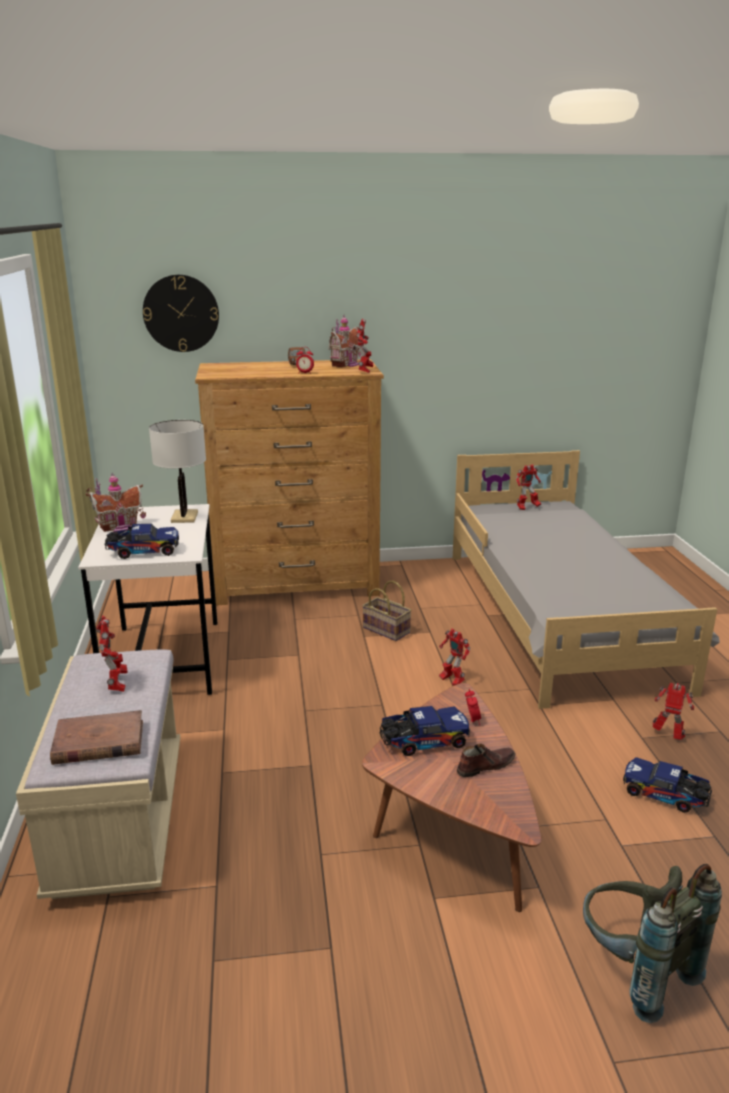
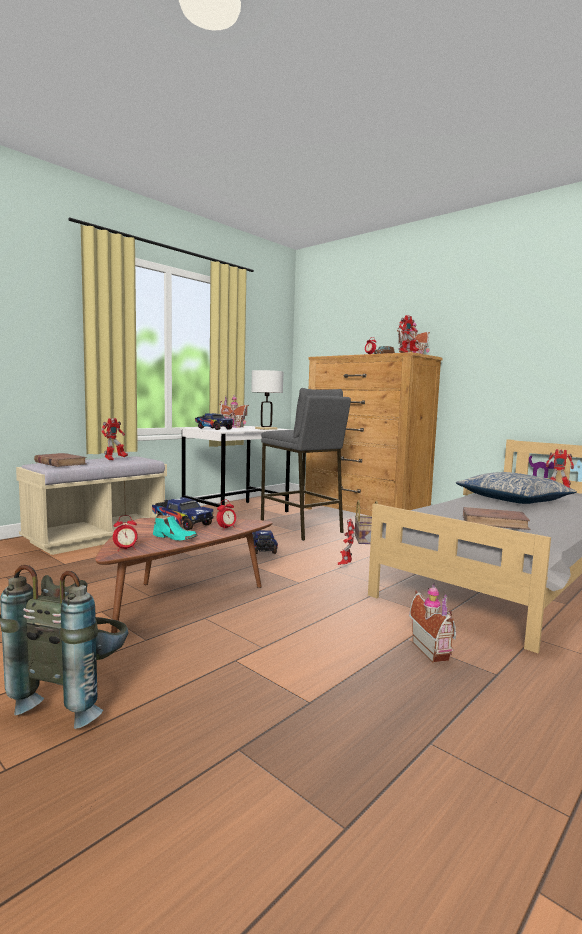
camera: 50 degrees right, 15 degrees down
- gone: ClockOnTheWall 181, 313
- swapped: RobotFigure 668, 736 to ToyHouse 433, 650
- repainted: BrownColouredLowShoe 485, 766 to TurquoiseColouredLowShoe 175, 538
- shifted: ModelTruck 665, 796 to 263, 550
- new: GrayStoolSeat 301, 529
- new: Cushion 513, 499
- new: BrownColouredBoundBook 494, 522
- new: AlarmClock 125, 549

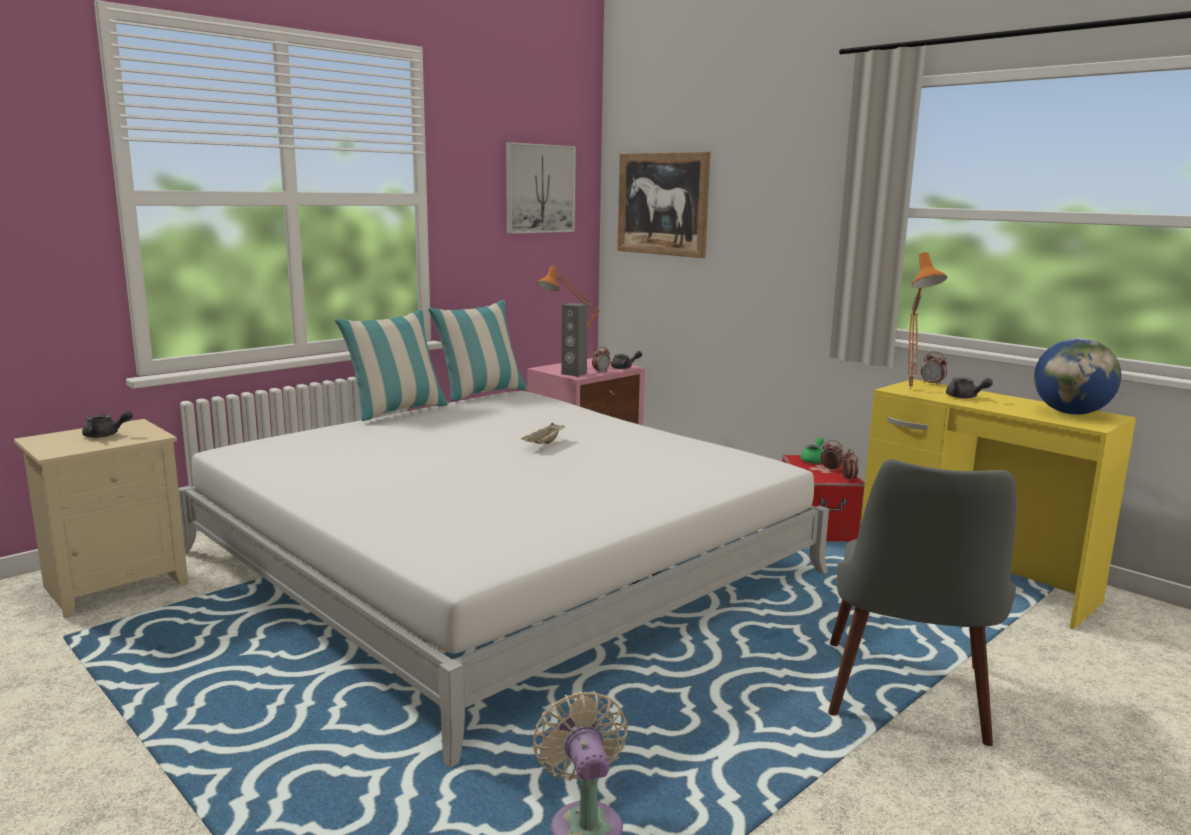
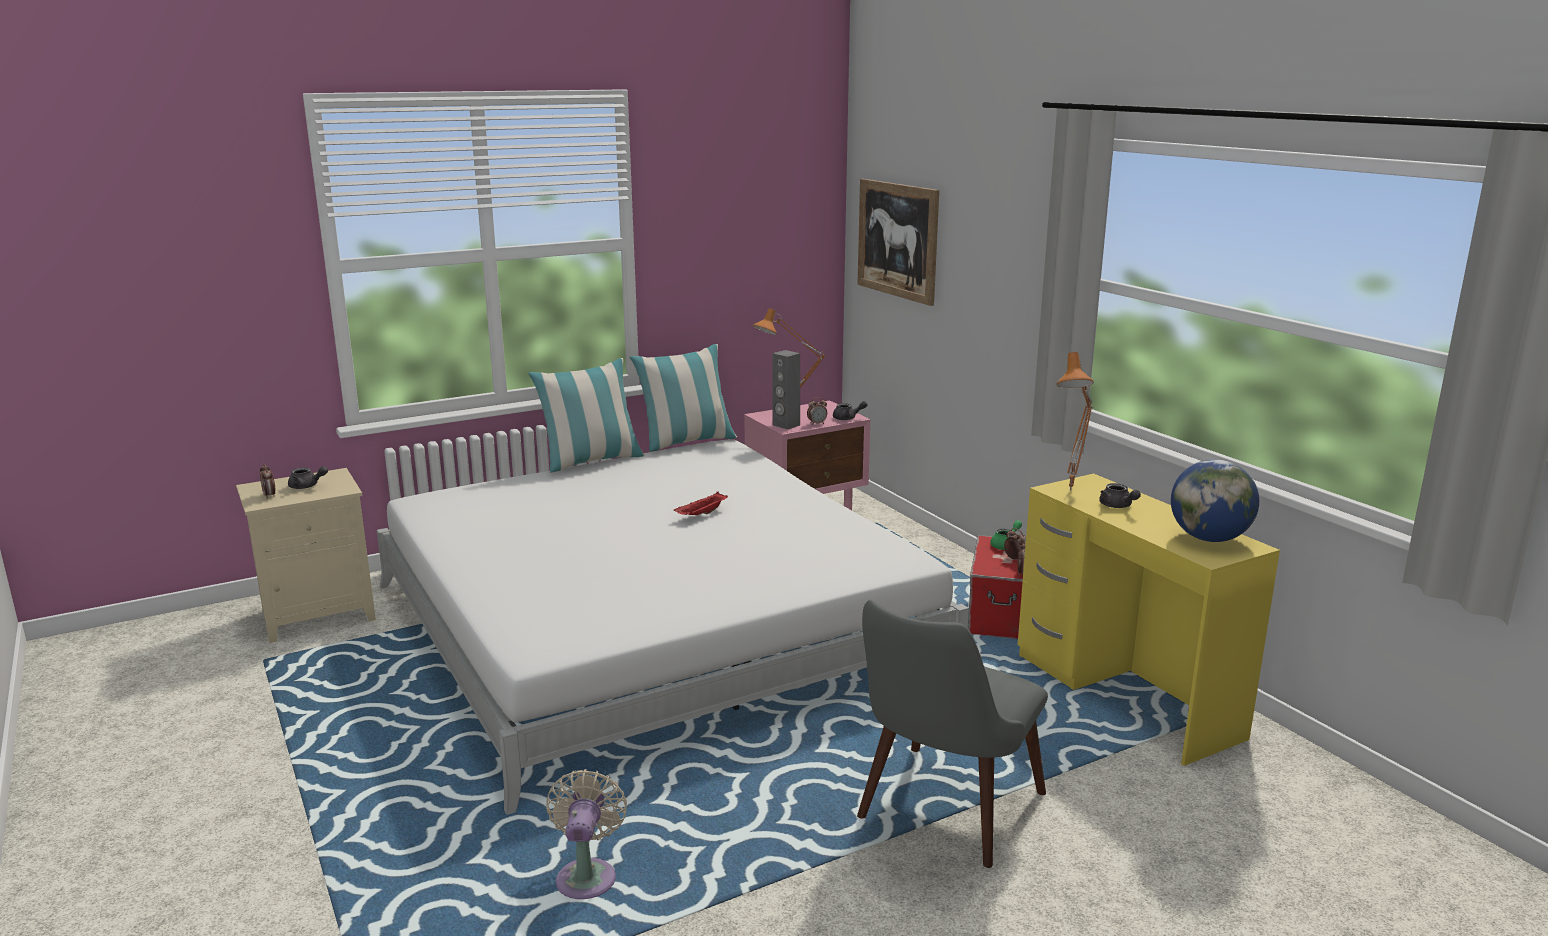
camera: 15 degrees right, 5 degrees up
- gone: WallPicture 539, 188
- shifted: AlarmClock 932, 384 to 269, 496
- repainted: BeigeColouredCarryingTray 544, 444 to RedCarryingTray 701, 514

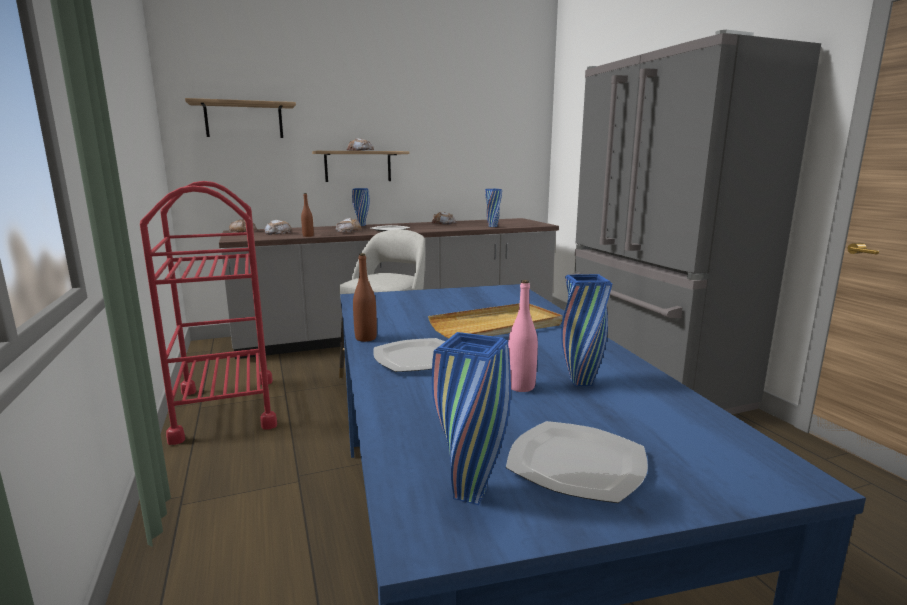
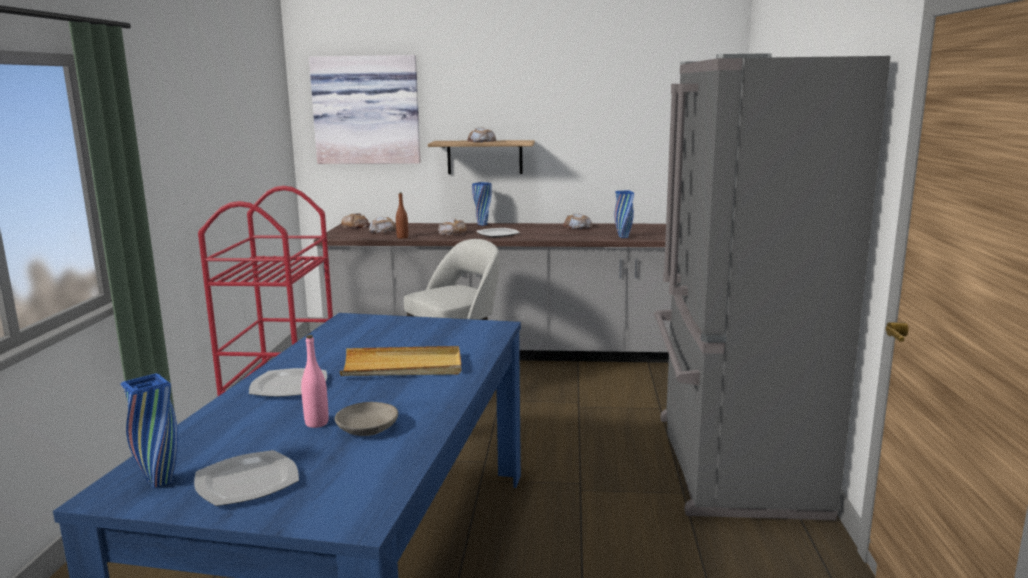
camera: 25 degrees right, 0 degrees up
- swapped: Shelf 244, 120 to WallPicture 367, 110
- gone: BrownColouredBeverageBottle 366, 338
- swapped: BlueColouredFlowerVase 581, 382 to GrayServingBowl 366, 428

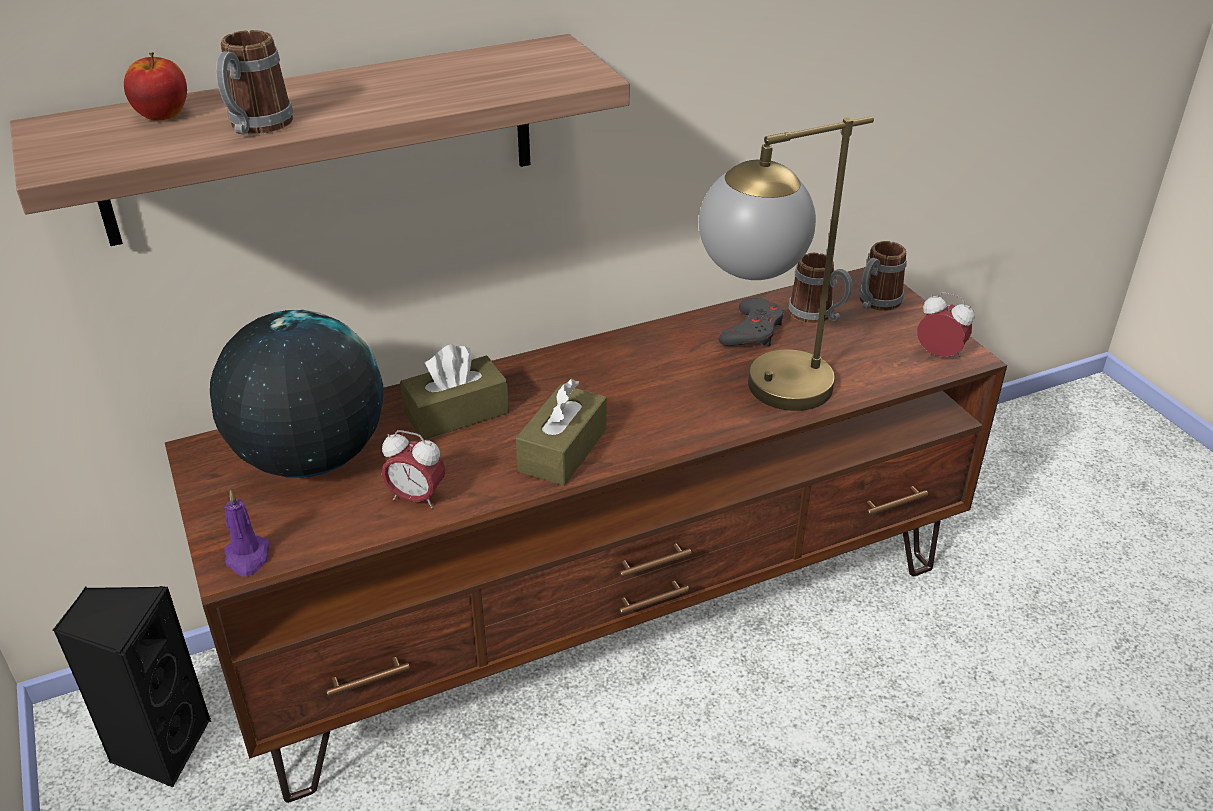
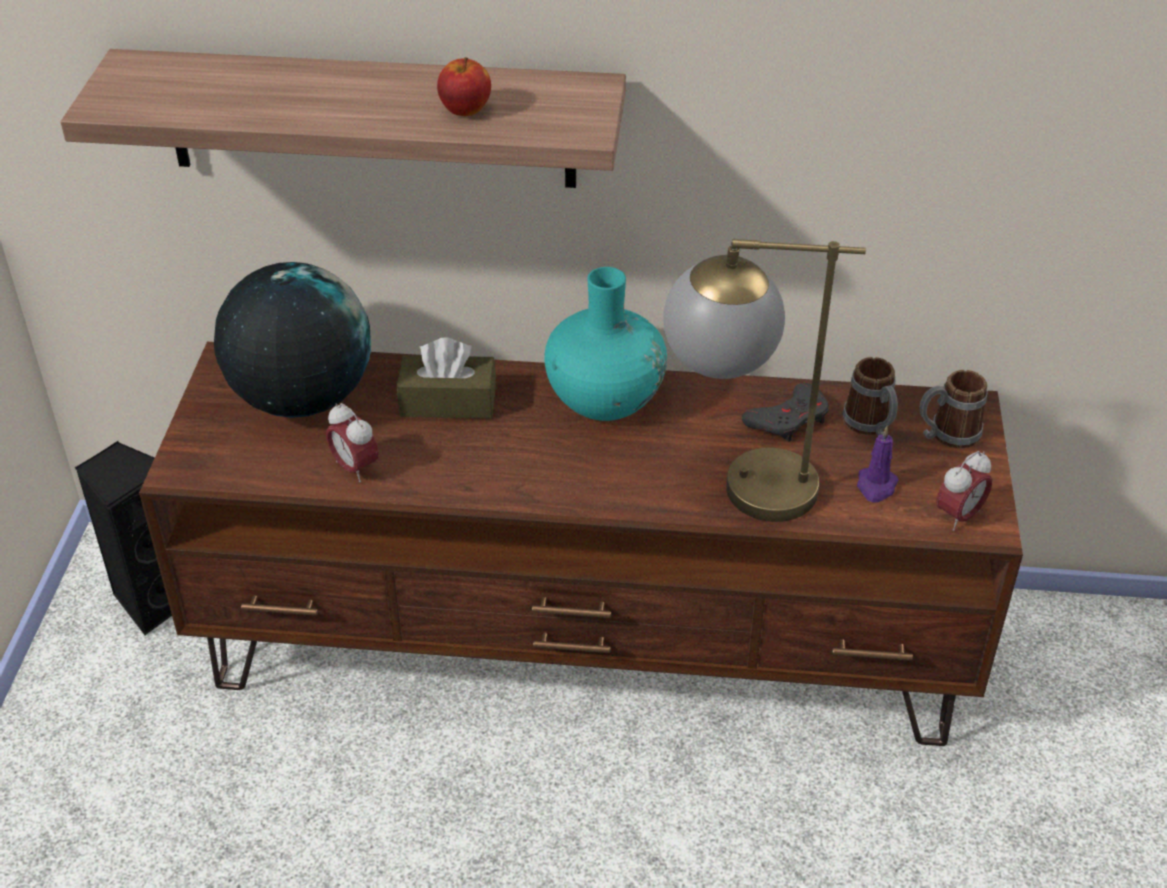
camera: 30 degrees right, 5 degrees up
- gone: TeaMug 256, 127
- shifted: AppleFruit 162, 115 to 465, 110
- rotated: AlarmClock 939, 355 = 958, 516 75 degrees clockwise
- gone: BrownColouredTissueHolder 562, 450
- shifted: PurpleWaxLight 247, 557 to 876, 486
- new: TurquoiseColouredFlowerVase 604, 399

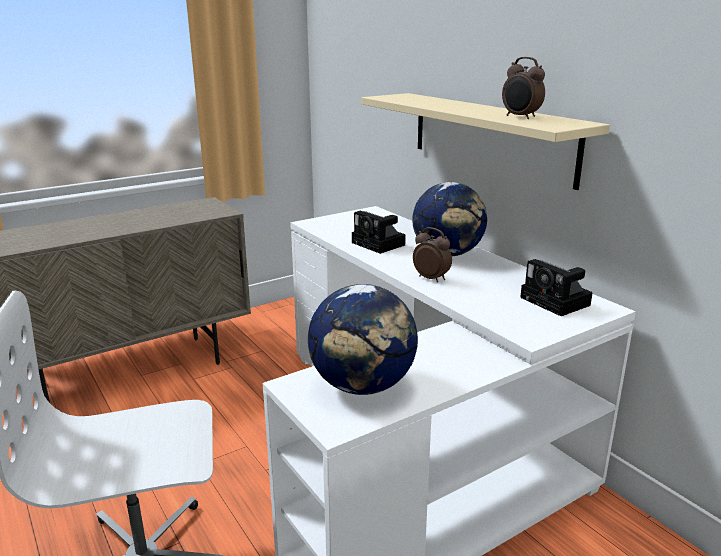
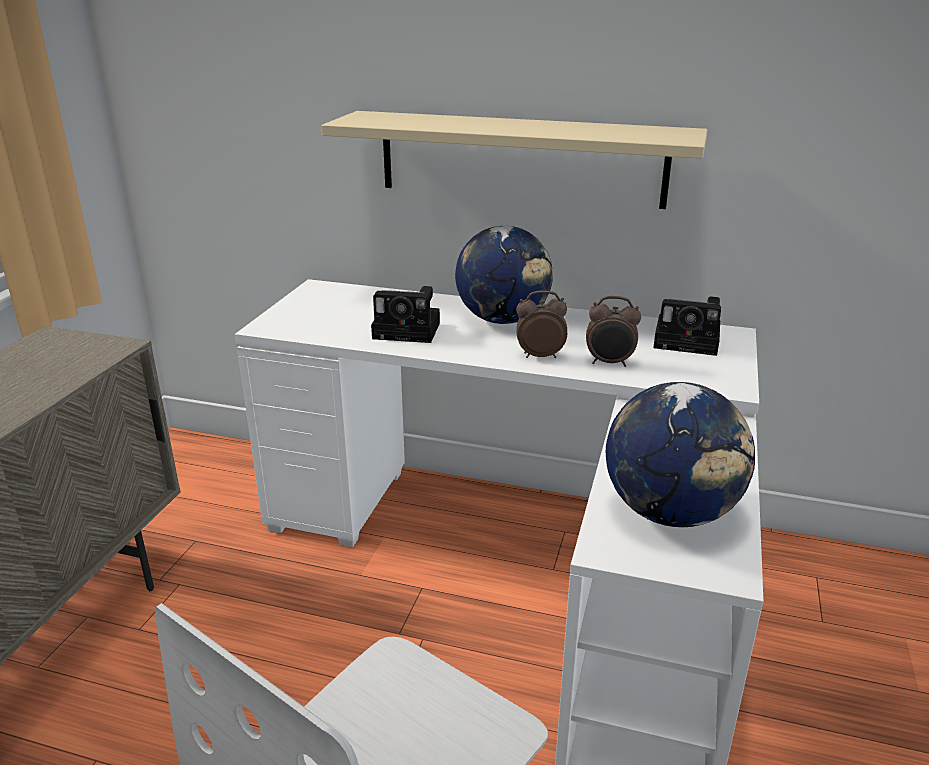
camera: 40 degrees left, 5 degrees up
- shifted: AlarmClock 520, 117 to 609, 363

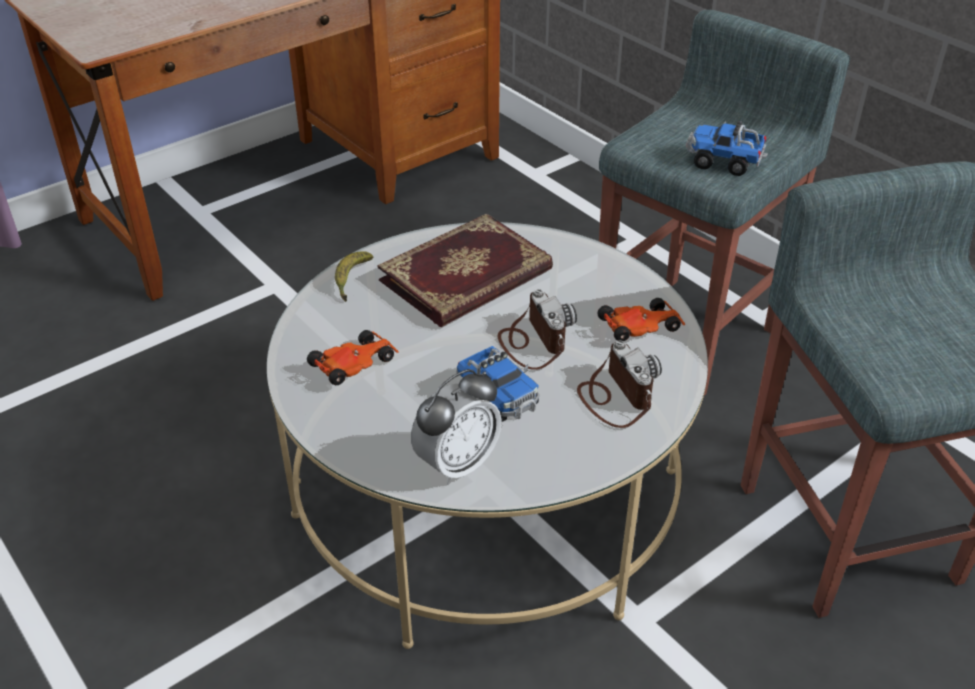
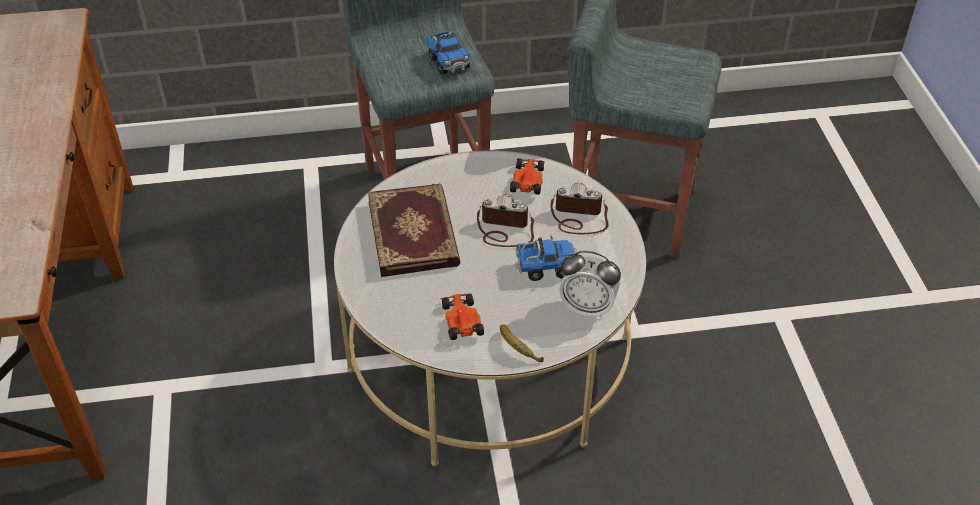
camera: 60 degrees left, 5 degrees up
- rotated: ModelTruck 724, 162 = 448, 62 75 degrees counterclockwise
- shifted: WholeBanana 351, 280 to 517, 349
- rotated: AlarmClock 457, 464 = 587, 307 120 degrees clockwise

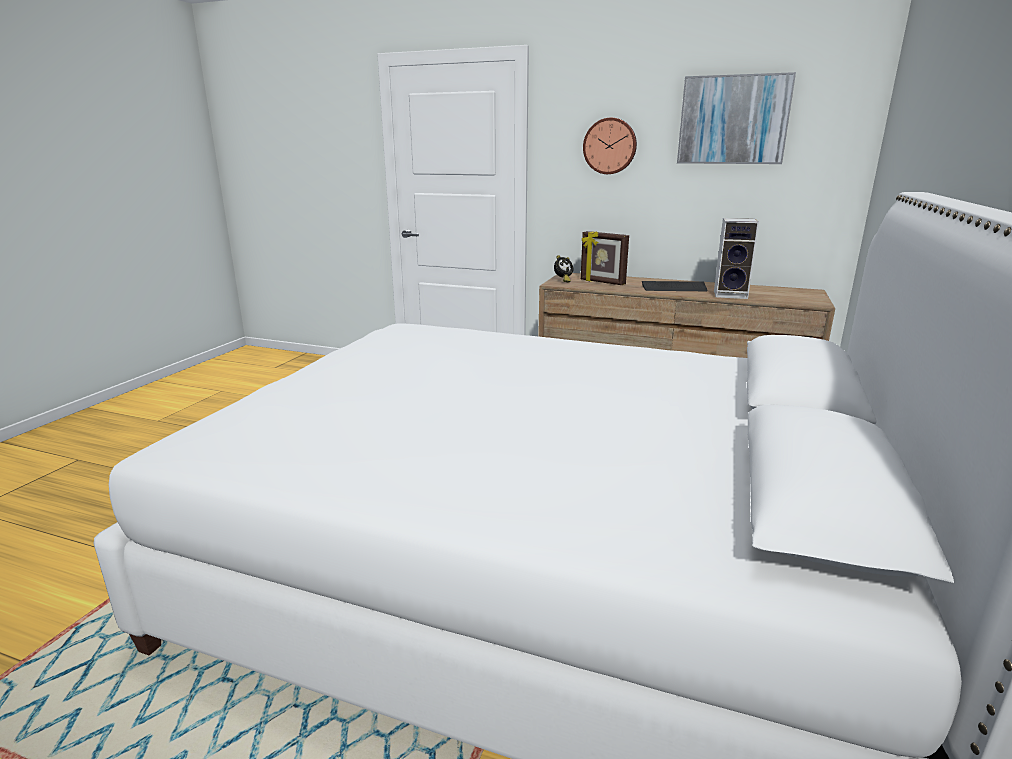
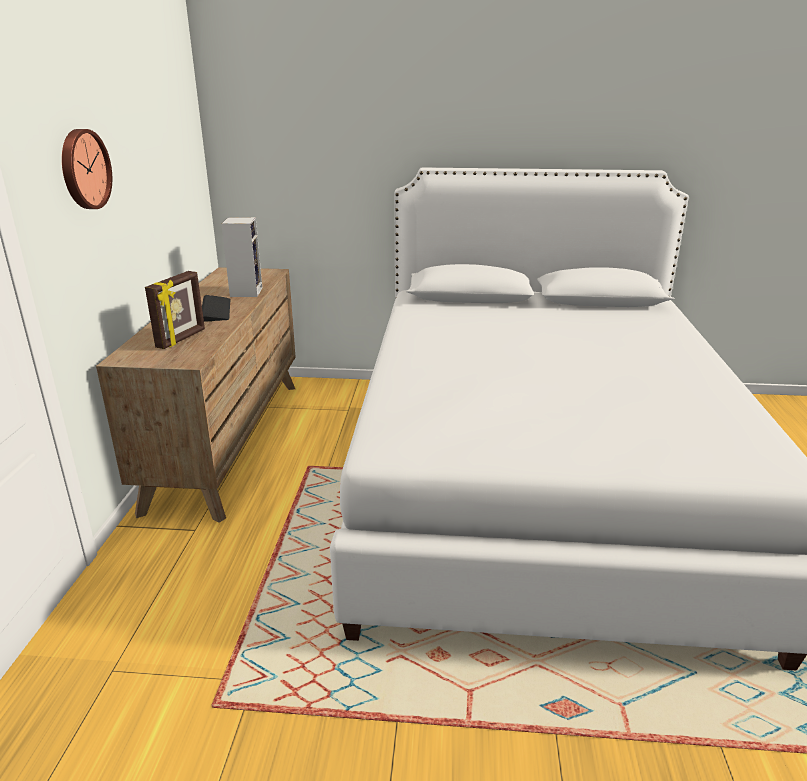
camera: 105 degrees left, 5 degrees up
- gone: WallPicture 733, 120
- gone: AlarmClock 563, 280

